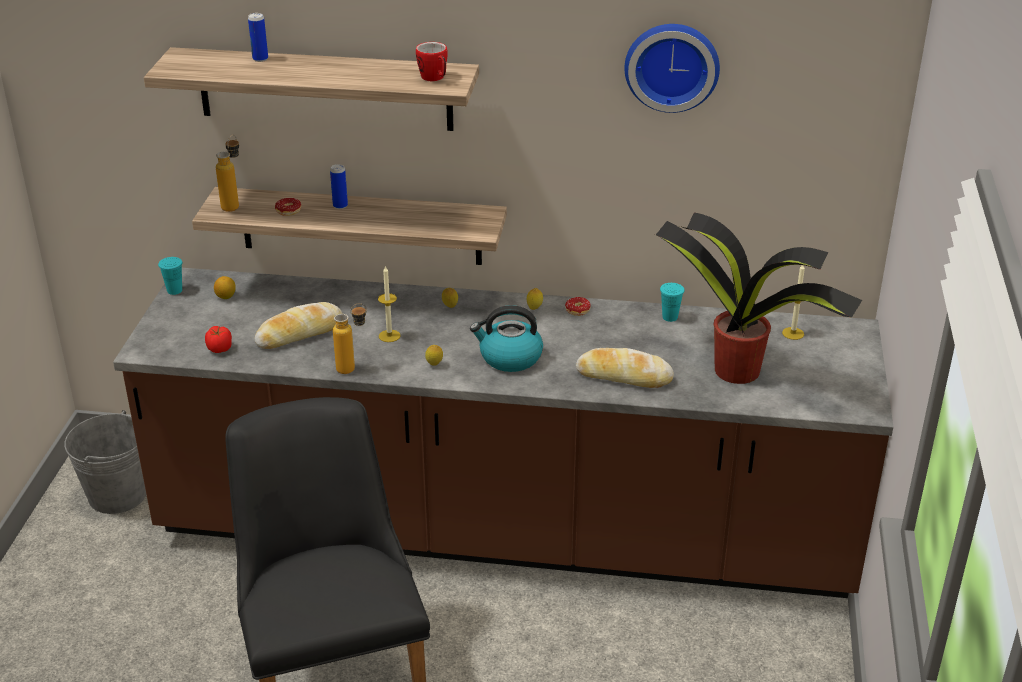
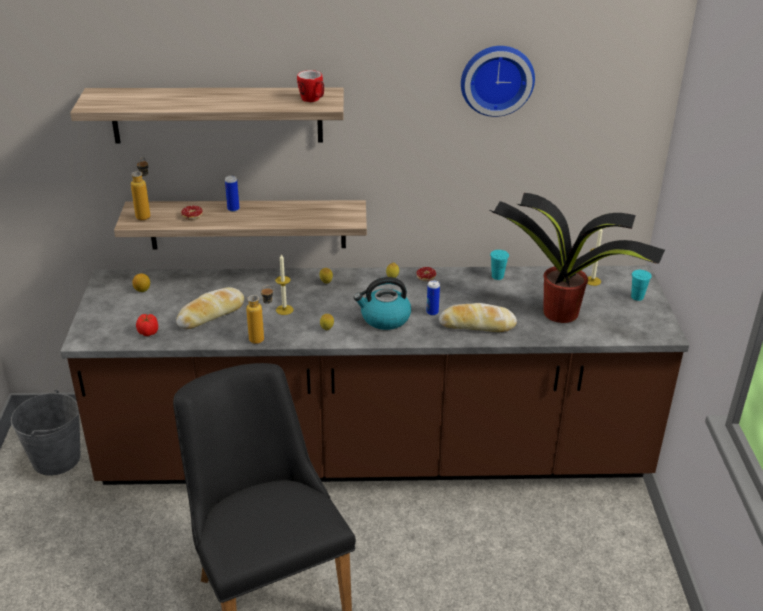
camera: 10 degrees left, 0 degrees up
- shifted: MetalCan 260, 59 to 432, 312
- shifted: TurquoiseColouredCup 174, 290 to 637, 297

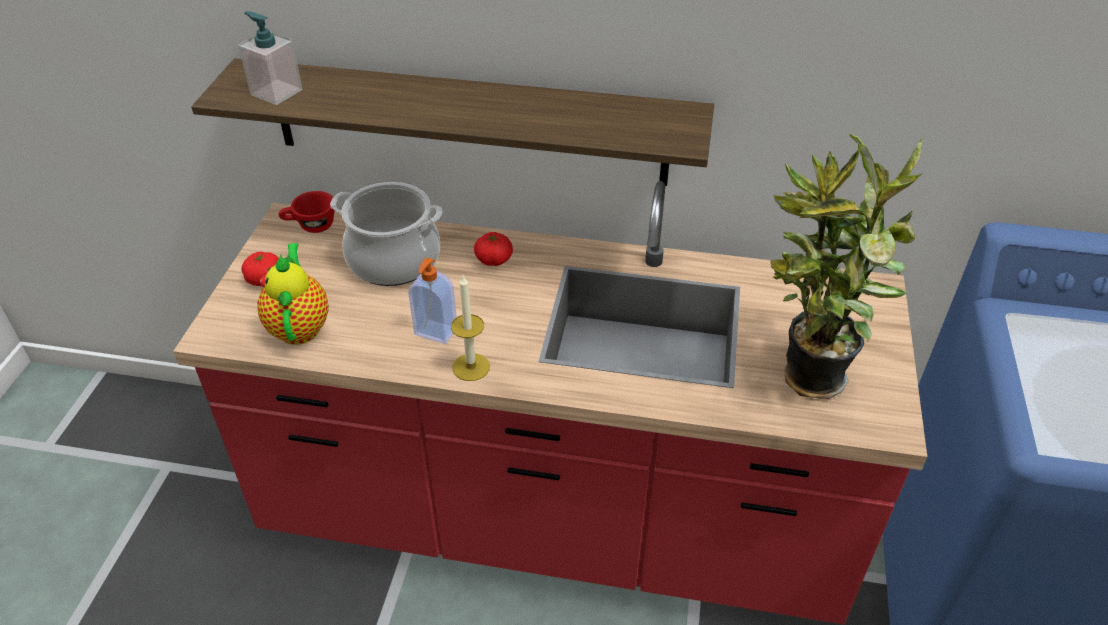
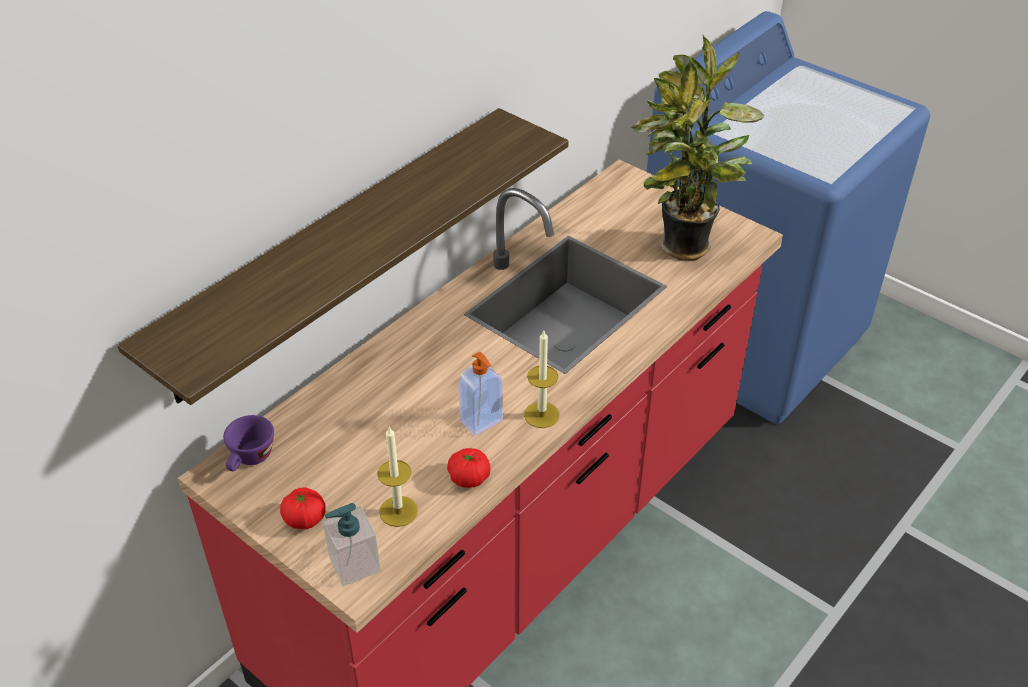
camera: 60 degrees left, 0 degrees up
- shifted: SoapDispenser 276, 92 to 354, 564
- gone: Stockpot 393, 260
- repainted: RedCup 310, 226 to PurpleCup 250, 459
- shifted: WholeTomato 494, 259 to 469, 478
- swapped: TeaPot 299, 326 to WaxLight 398, 511

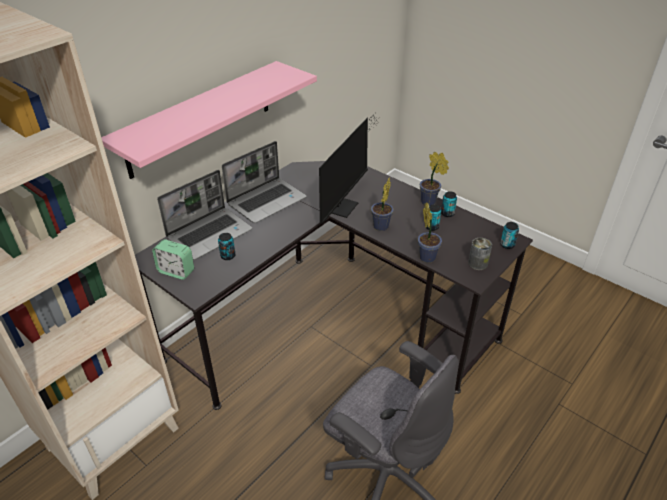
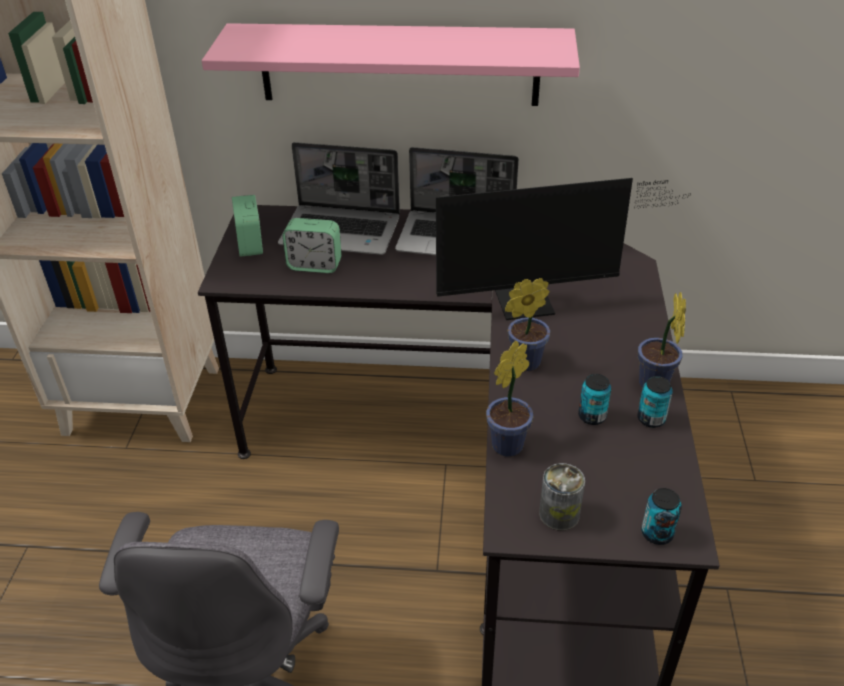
camera: 55 degrees right, 0 degrees up
- swapped: MetalCan 228, 256 to AlarmClock 314, 265

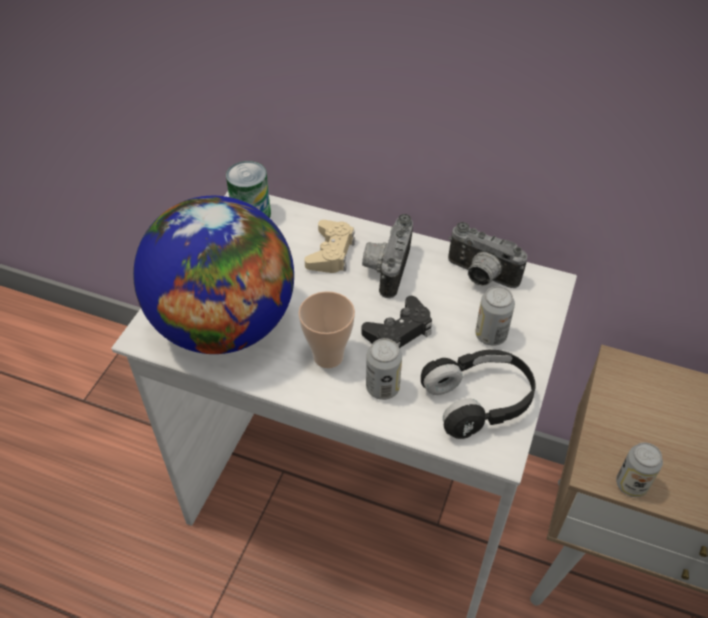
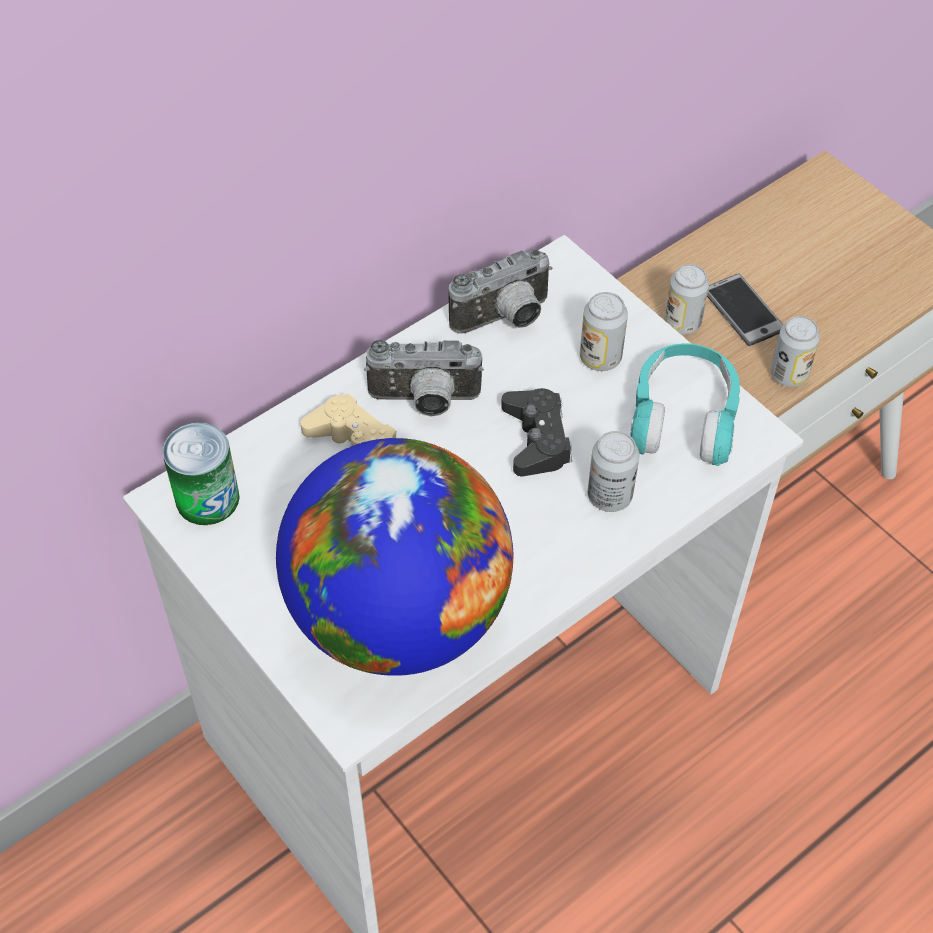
camera: 60 degrees left, 5 degrees up
- rotated: PhotoCamera 385, 268 = 424, 401 45 degrees counterclockwise
- gone: Cup 328, 356
- repainted: BlackHeadphones 479, 401 to TurquoiseColouredHeadphones 683, 418
- new: MetalCan 682, 323
- new: Phone 743, 311

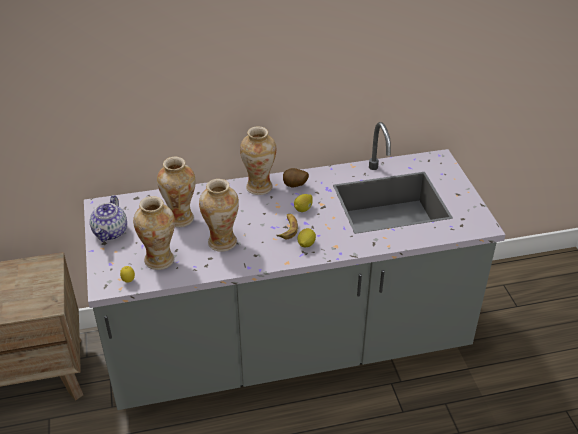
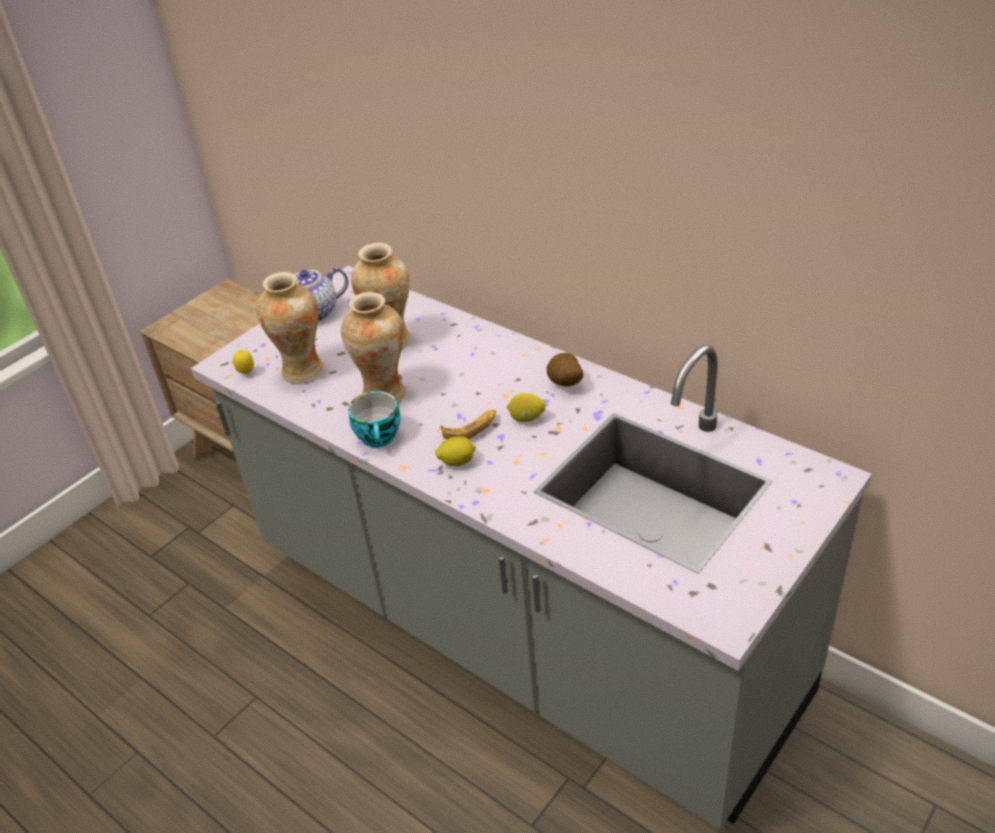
camera: 55 degrees right, 0 degrees up
- gone: FlowerVase 259, 187
- new: Cup 380, 438

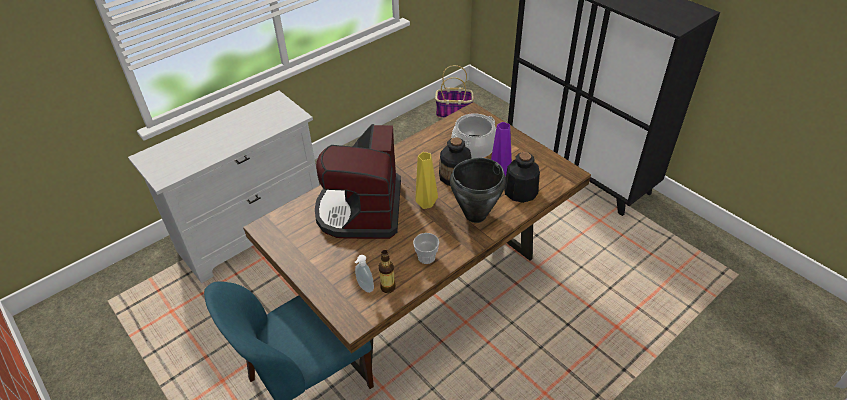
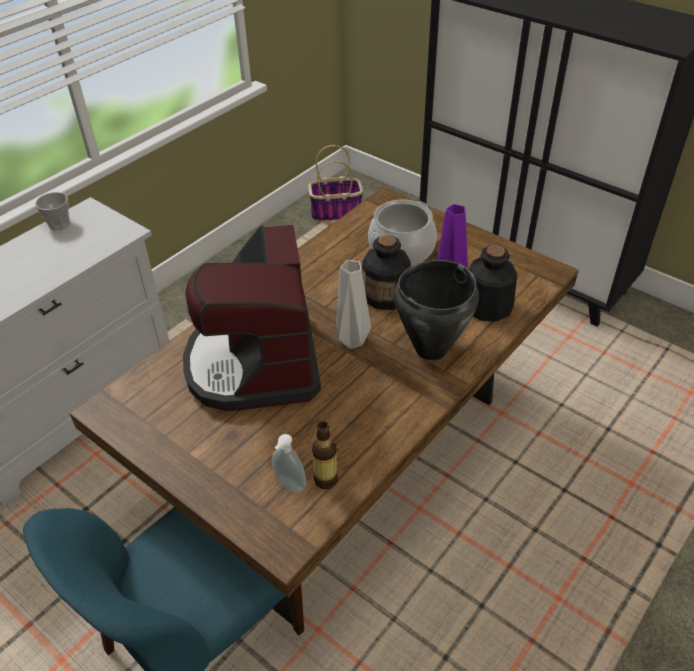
camera: 10 degrees left, 0 degrees up
- repainted: YellowColouredFlowerVase 425, 203 to GrayFlowerVase 351, 340
- shifted: Cup 426, 257 to 59, 224

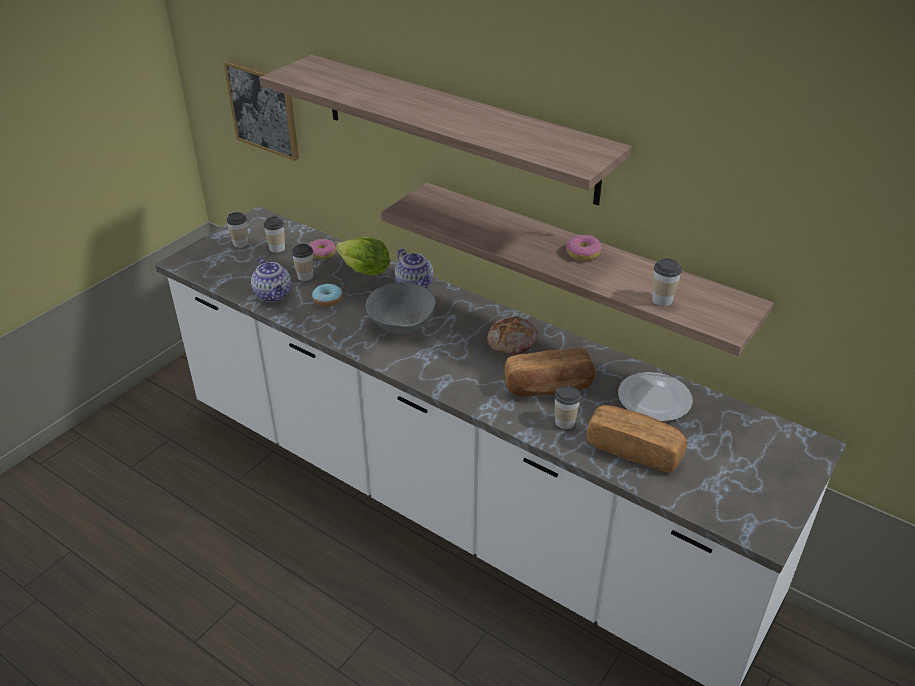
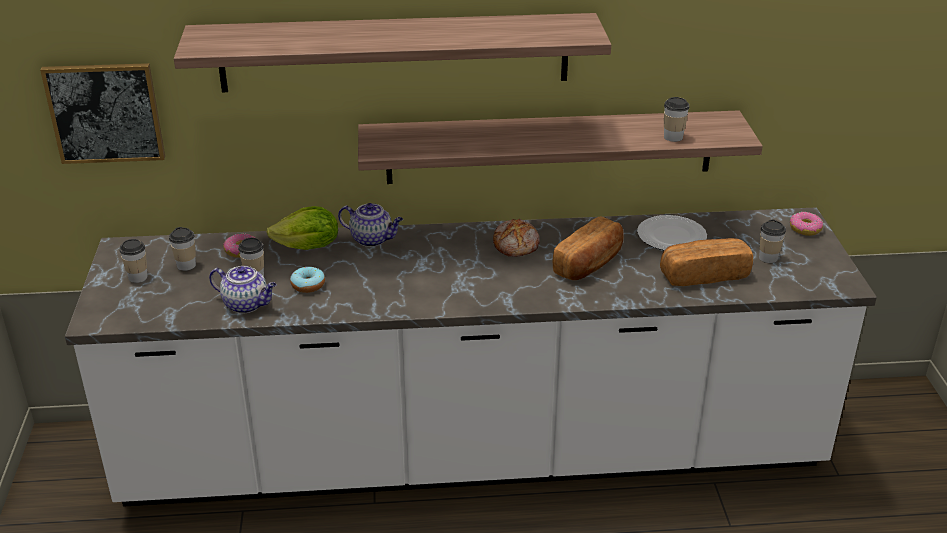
camera: 40 degrees left, 5 degrees down
- shifted: Donut 583, 253 to 805, 229
- gone: GrayServingBowl 401, 323
- shifted: Cup 564, 422 to 768, 258

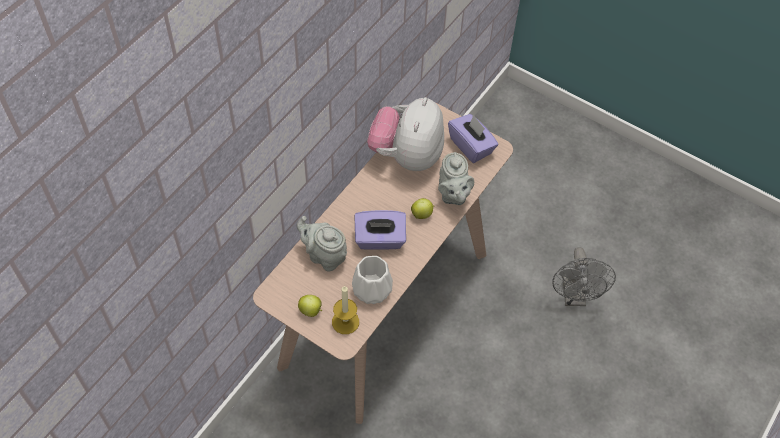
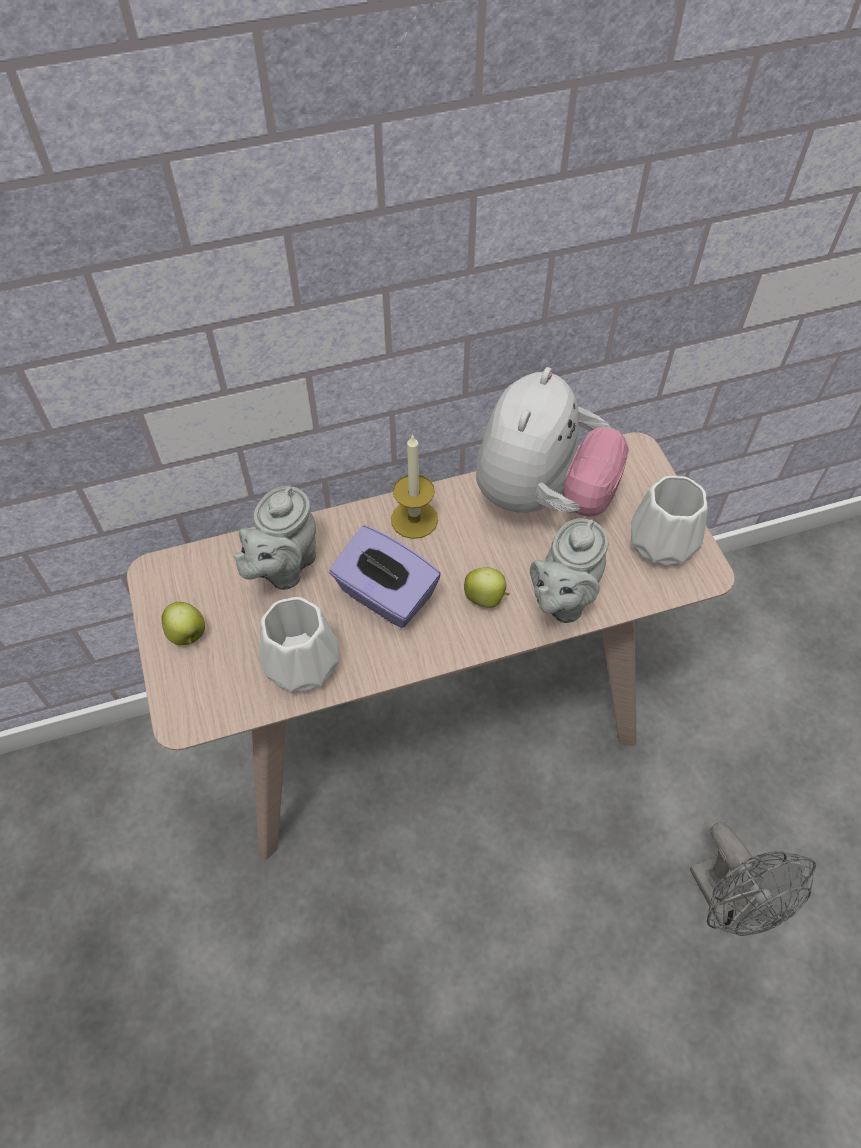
camera: 40 degrees right, 0 degrees up
- rotated: CuddlyToy 407, 155 = 541, 496 150 degrees clockwise
- swapped: PurpleTissueHolder 471, 146 to WhiteColouredFlowerVase 660, 542
- rotated: GrayTeaPot 324, 256 = 283, 567 135 degrees counterclockwise
- rotated: GrayCoolingFan 574, 296 = 728, 903 60 degrees counterclockwise
- shifted: WaxLight 345, 321 to 414, 519

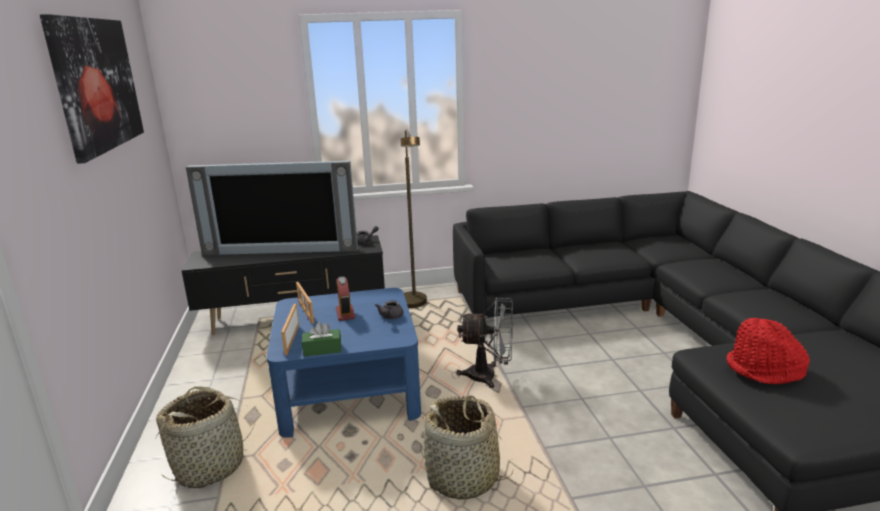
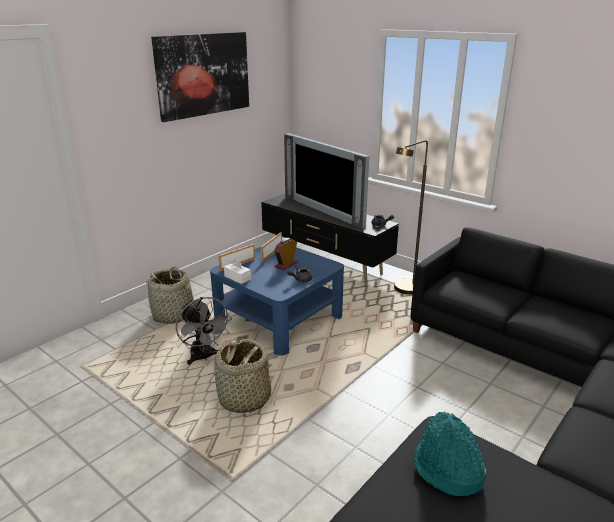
camera: 50 degrees right, 5 degrees up
- shifted: GrayCoolingFan 489, 376 to 204, 357
- repainted: RedHat 764, 370 to TurquoiseColouredHat 446, 470
- repainted: GreenTissueHolder 322, 349 to WhiteColouredTissueHolder 237, 277

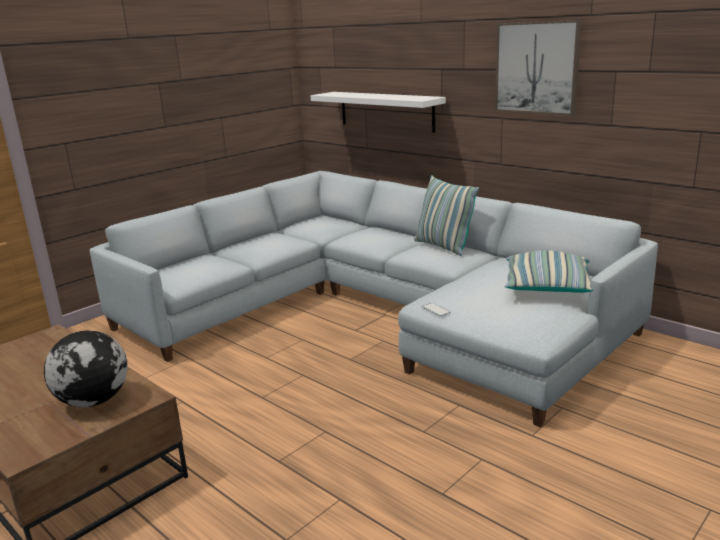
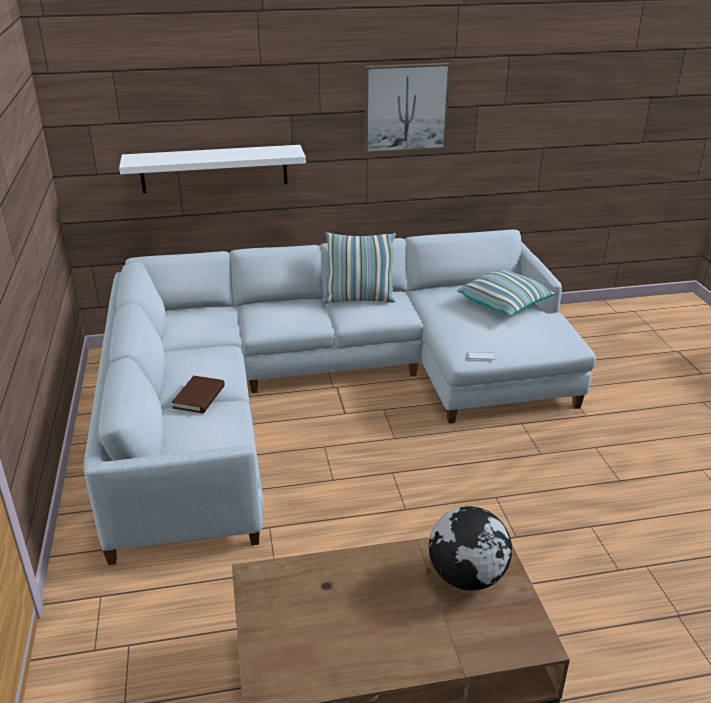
camera: 55 degrees left, 10 degrees up
- new: BrownColouredBoundBook 199, 397

